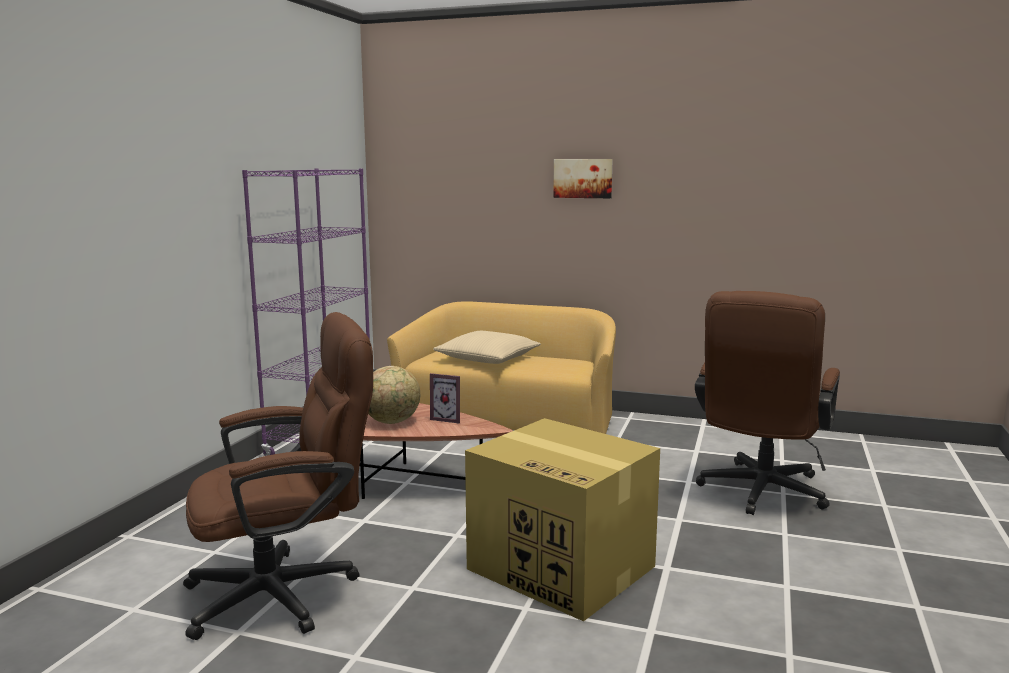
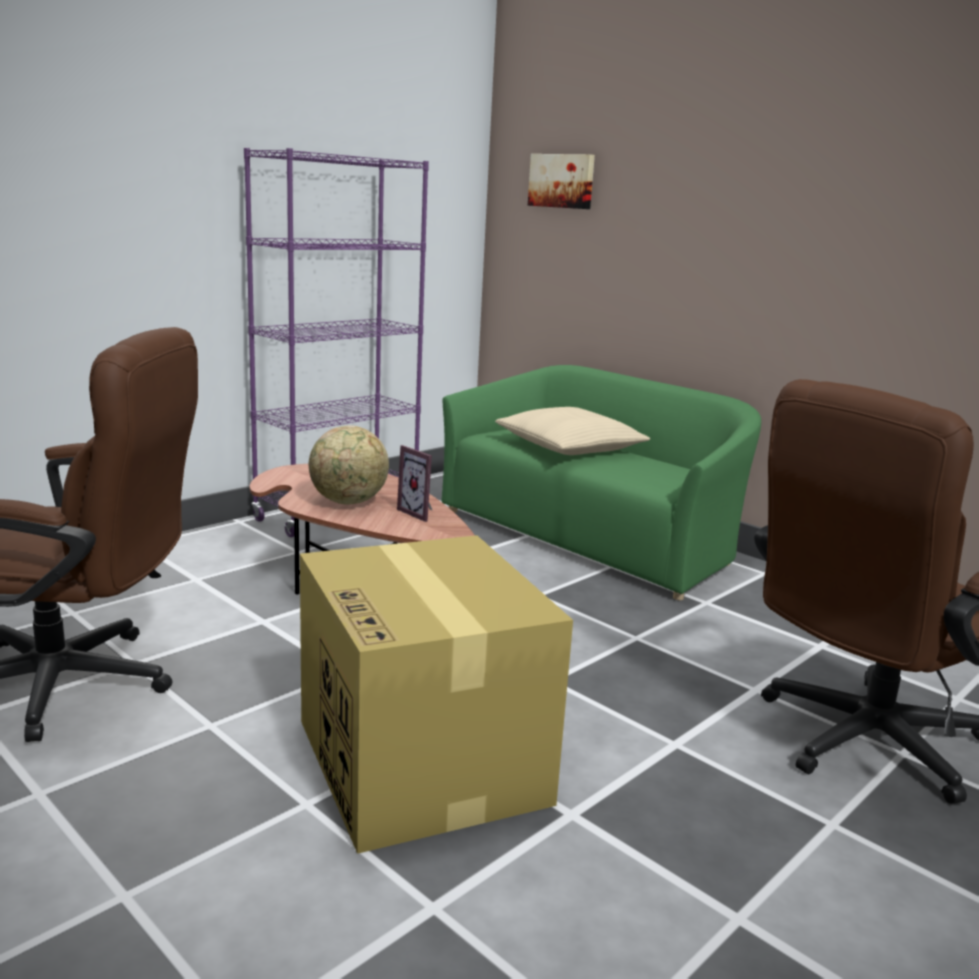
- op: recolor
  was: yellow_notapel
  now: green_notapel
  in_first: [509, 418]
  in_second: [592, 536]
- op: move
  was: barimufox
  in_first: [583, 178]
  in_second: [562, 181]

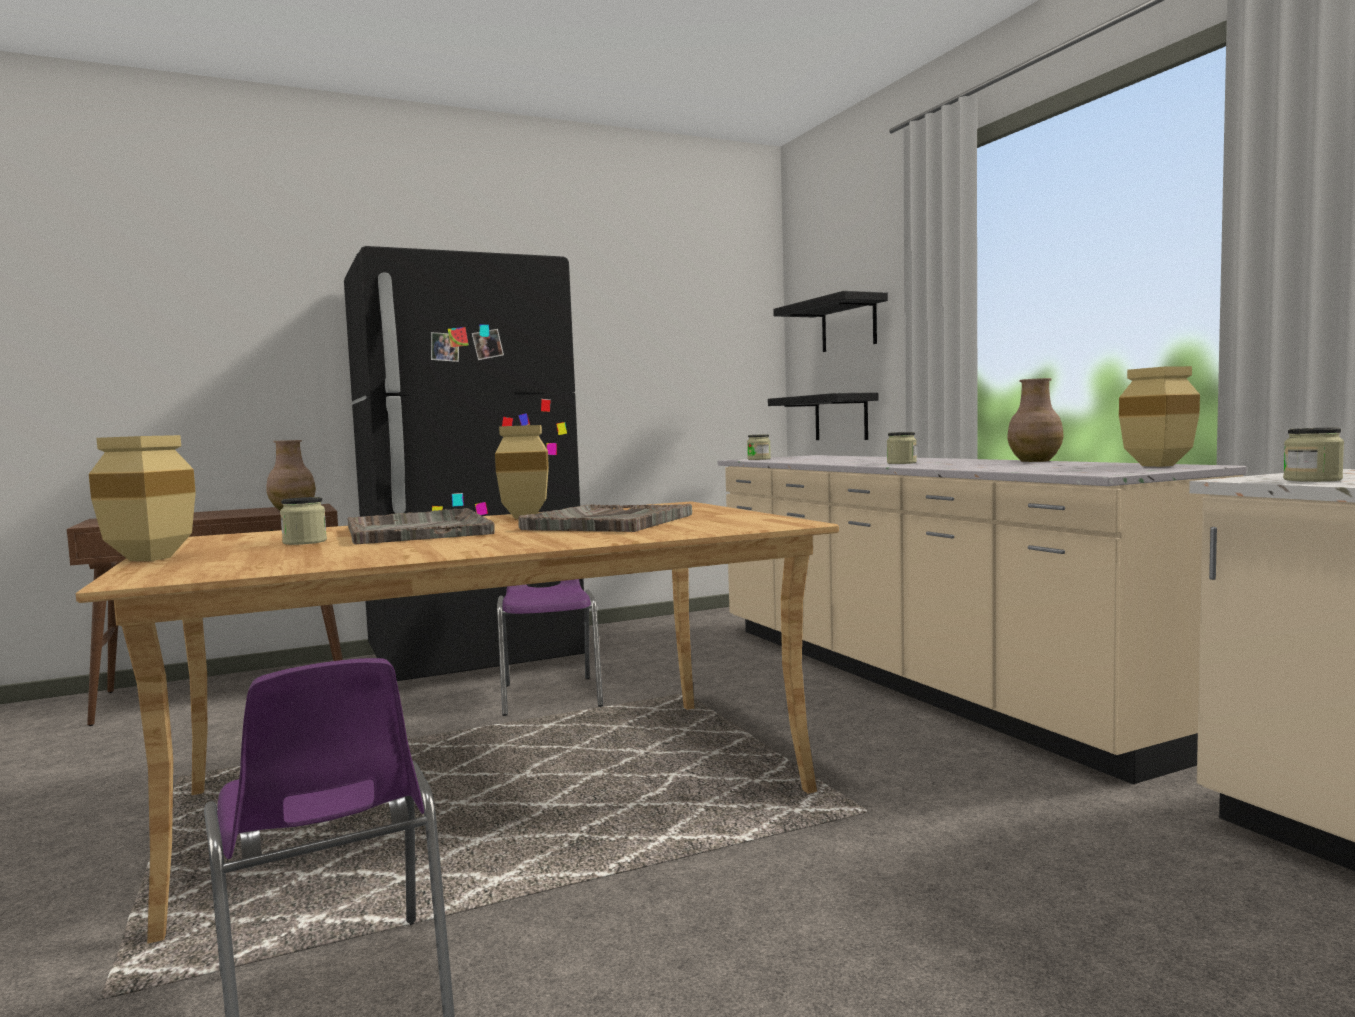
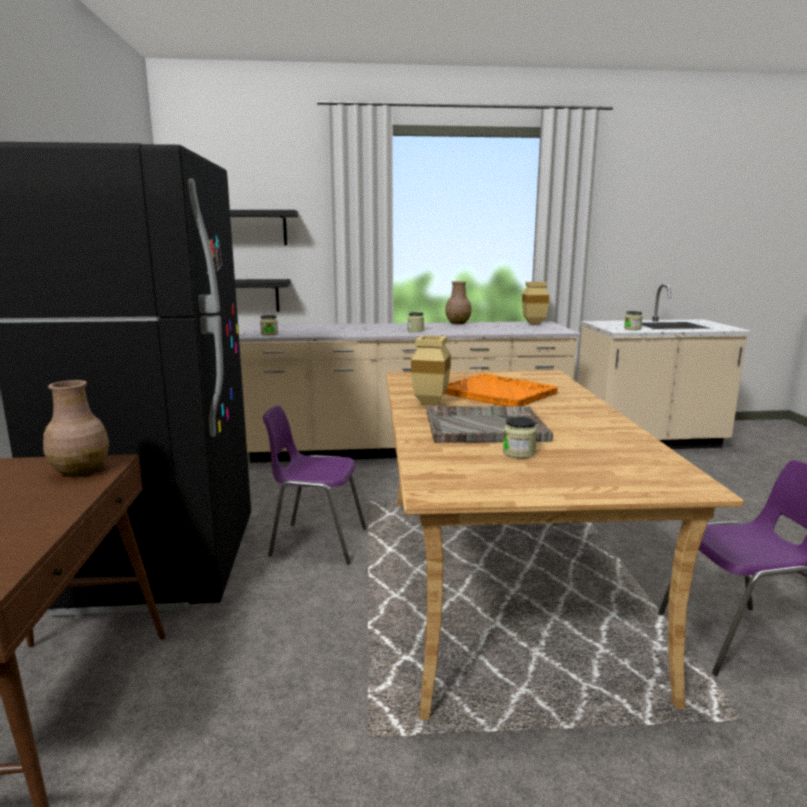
- op: recolor
  was: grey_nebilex
  now: orange_nebilex
  in_first: [608, 522]
  in_second: [498, 393]
- op: delete
  was: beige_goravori
  in_first: [155, 558]

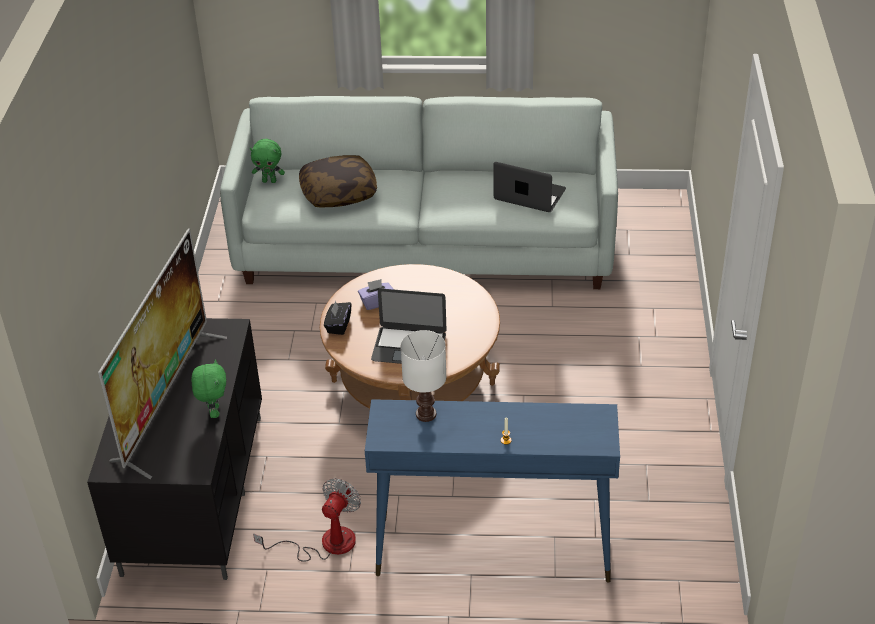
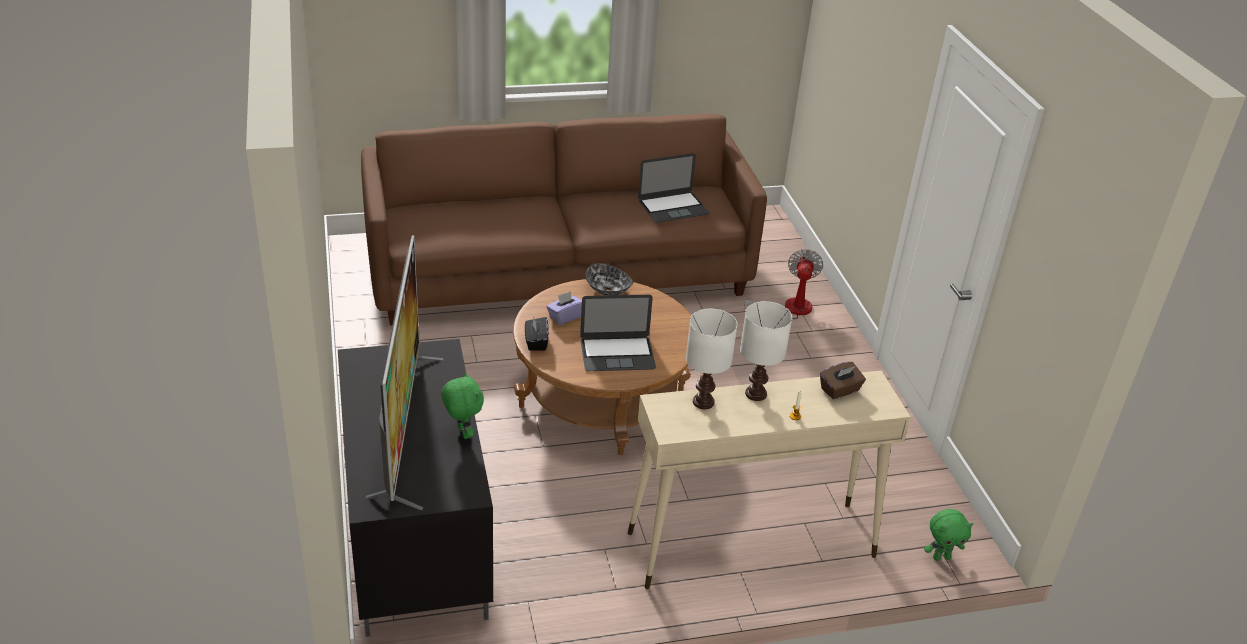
- op: recolor
  was: white_notapel
  now: brown_notapel
  in_first: [425, 244]
  in_second: [559, 272]
- op: insert
  now: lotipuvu
  in_second: [608, 290]
- op: recolor
  was: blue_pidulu
  now: beige_pidulu
  in_first: [491, 550]
  in_second: [750, 545]
- op: rotate
  was: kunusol
  in_first: [529, 195]
  in_second: [673, 207]
  clockwise: 150
- op: insert
  now: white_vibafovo
  in_second: [756, 394]
- op: move
  was: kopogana
  in_first: [325, 543]
  in_second: [789, 309]
- op: insert
  now: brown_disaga
  in_second: [840, 390]
- op: move
  was: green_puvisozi
  in_first: [269, 181]
  in_second: [941, 557]
- op: delete
  was: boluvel
  in_first: [339, 193]

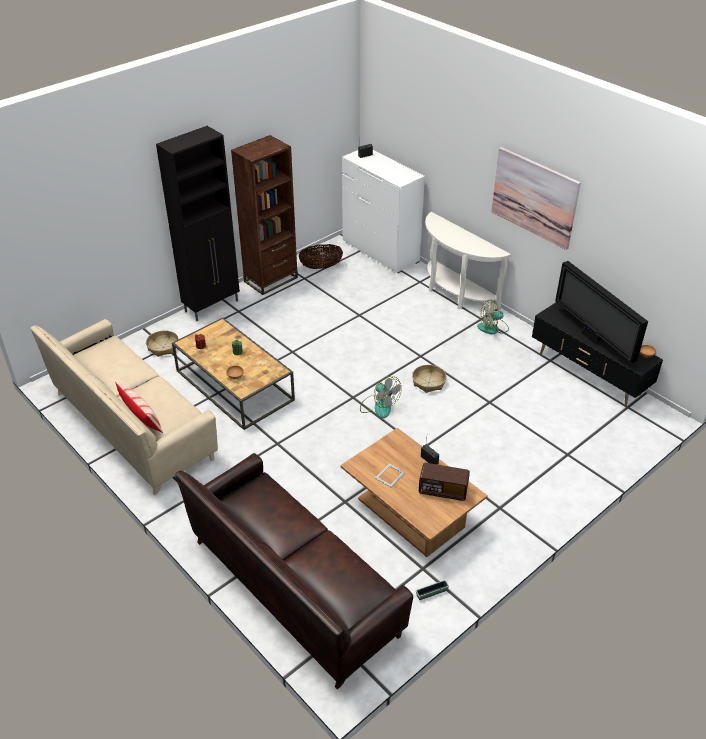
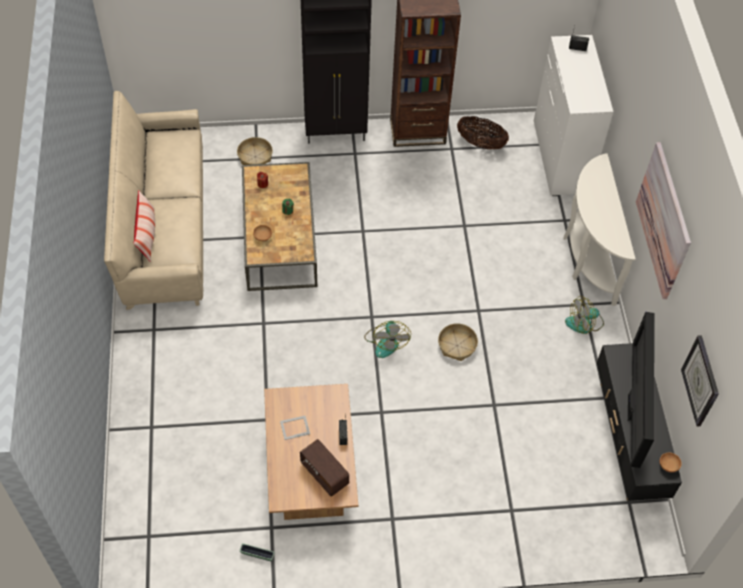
- op: rotate
  was: kopogana
  in_first: [493, 328]
  in_second: [584, 323]
  clockwise: -45
- op: insert
  now: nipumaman
  in_second: [701, 381]
- op: delete
  was: brown_notapel
  in_first: [293, 587]

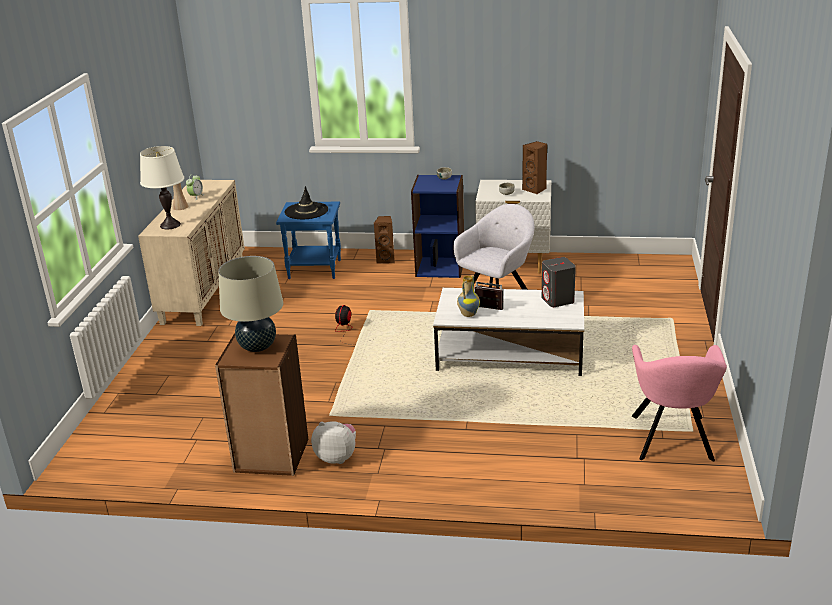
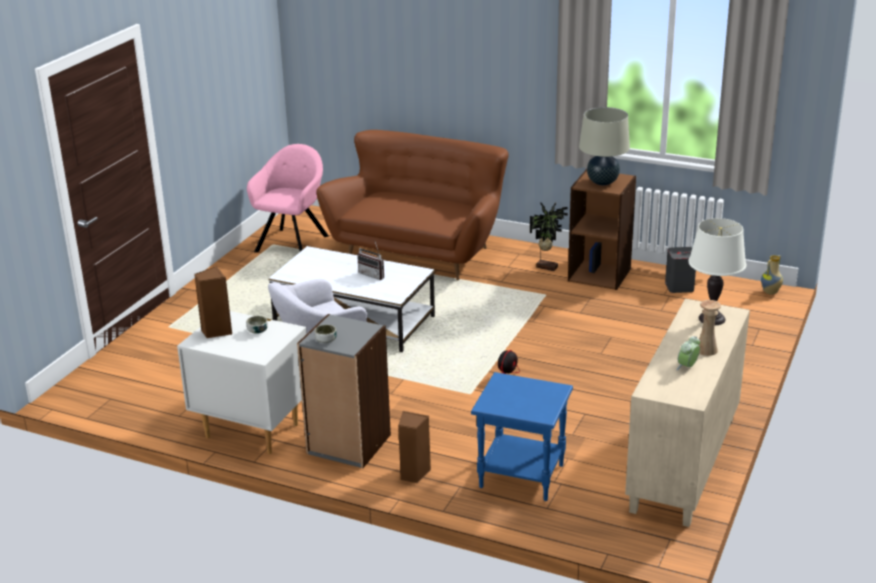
- op: recolor
  was: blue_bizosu
  now: grey_bizosu
  in_first: [440, 267]
  in_second: [348, 444]
- op: insert
  now: brown_notapel
  in_second: [420, 252]
- op: replace
  was: puvisozi
  now: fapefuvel
  in_first: [337, 457]
  in_second: [547, 266]
- op: move
  was: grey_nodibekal
  in_first: [558, 300]
  in_second: [679, 287]
- op: move
  was: goravori
  in_first: [468, 314]
  in_second: [771, 292]
- op: delete
  was: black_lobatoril
  in_first: [306, 211]

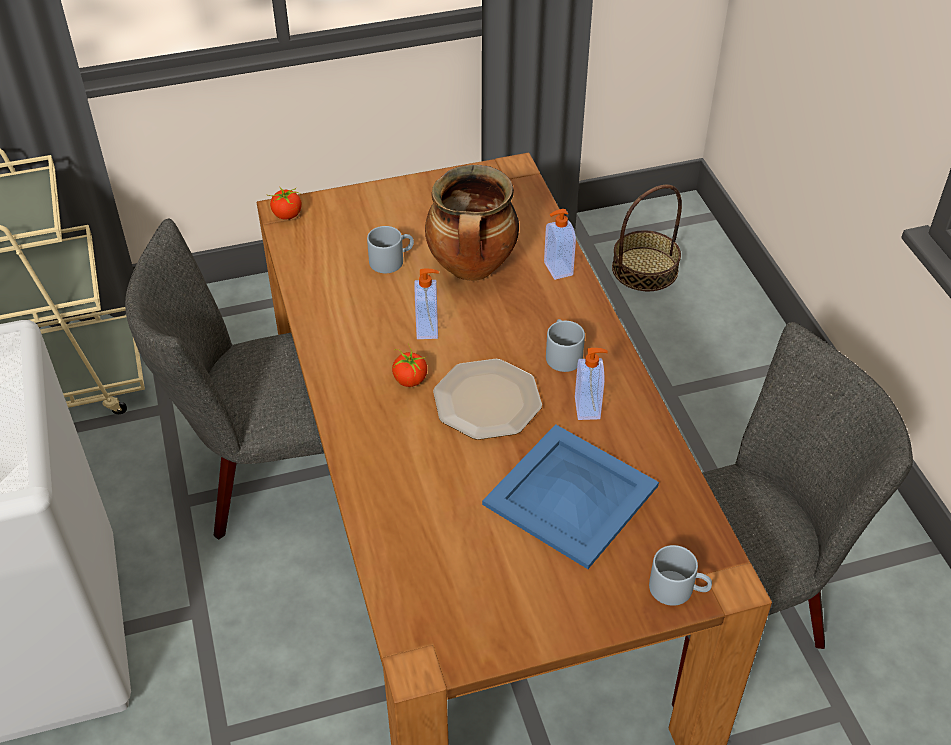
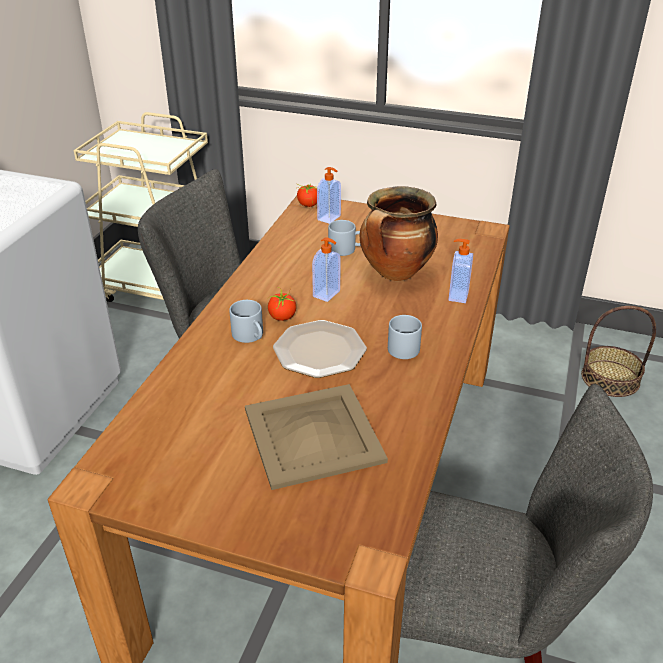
- op: move
  was: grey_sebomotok
  in_first: [678, 588]
  in_second: [251, 336]
- op: recolor
  was: blue_nebilex
  now: beige_nebilex
  in_first: [570, 494]
  in_second: [314, 434]
- op: move
  was: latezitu
  in_first: [588, 408]
  in_second: [329, 218]

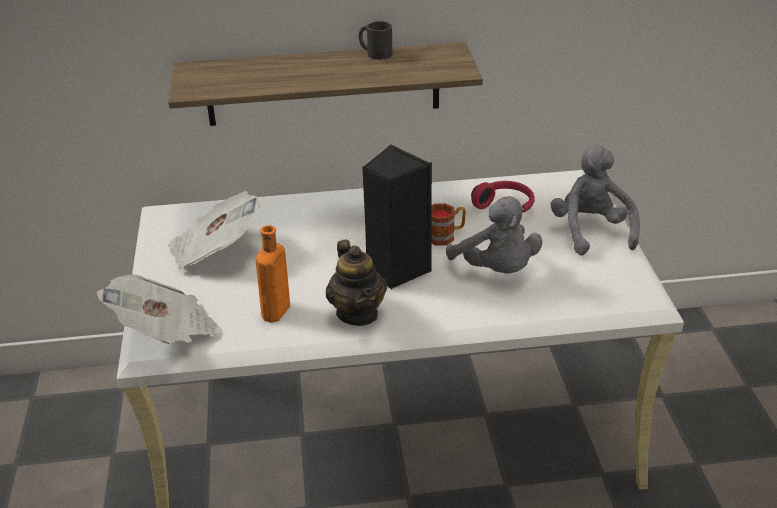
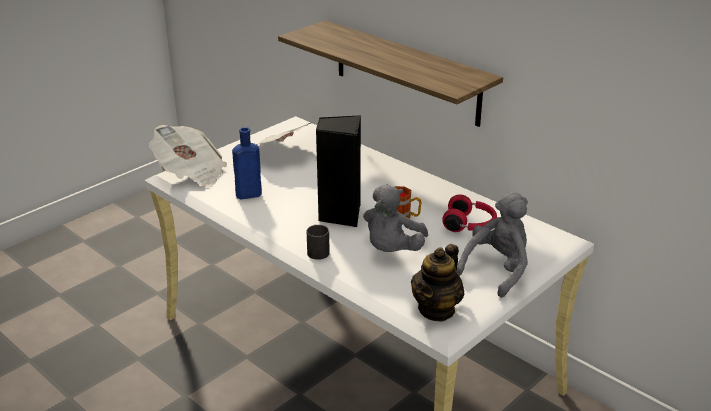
- op: recolor
  was: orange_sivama
  now: blue_sivama
  in_first: [275, 313]
  in_second: [246, 195]
- op: move
  was: black_sebomotok
  in_first: [375, 53]
  in_second: [317, 250]
- op: move
  was: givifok
  in_first: [358, 313]
  in_second: [436, 309]

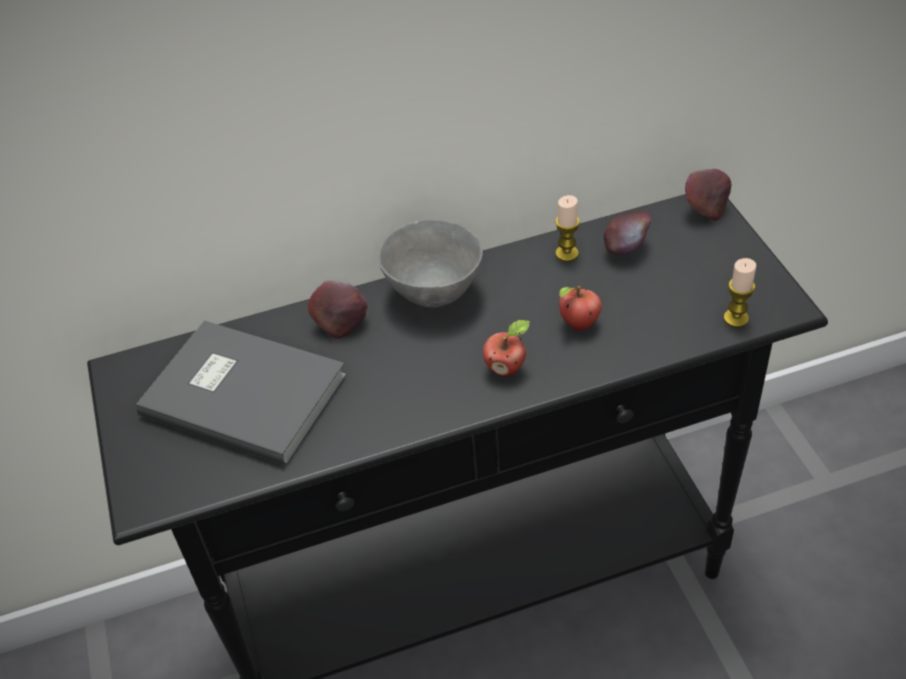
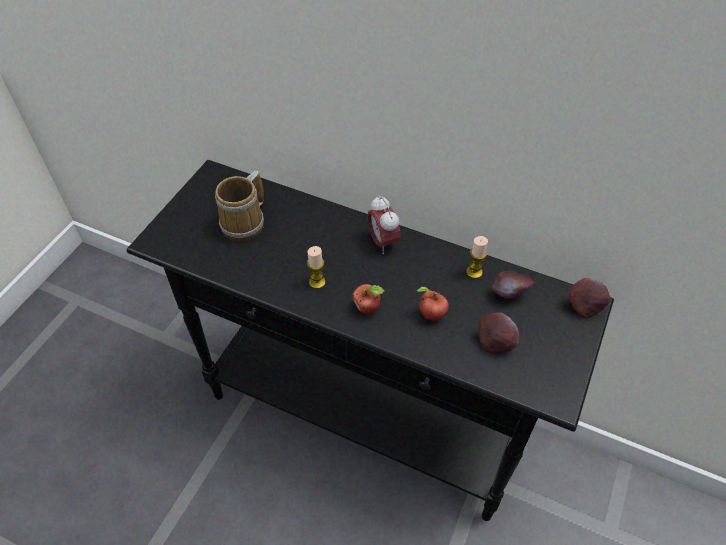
- op: replace
  was: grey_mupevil
  now: sebomotok
  in_first: [244, 391]
  in_second: [246, 223]
- op: move
  was: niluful
  in_first: [736, 318]
  in_second: [317, 282]
- op: replace
  was: grey_lotipuvu
  now: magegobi
  in_first: [435, 293]
  in_second: [383, 242]
- op: move
  was: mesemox
  in_first: [342, 323]
  in_second: [496, 342]

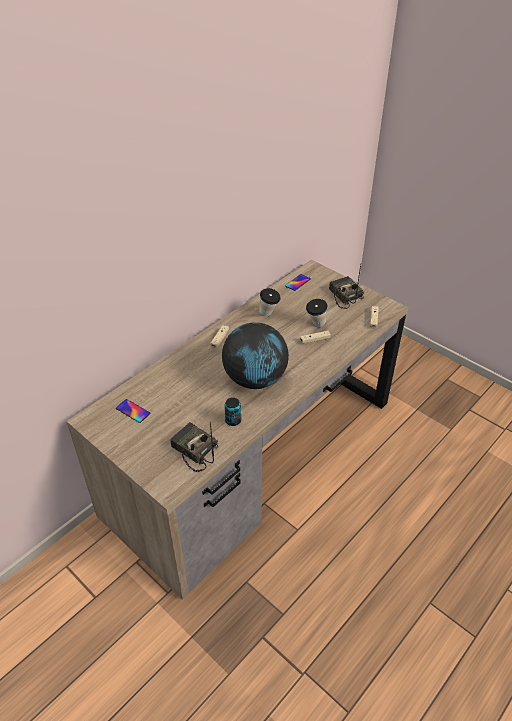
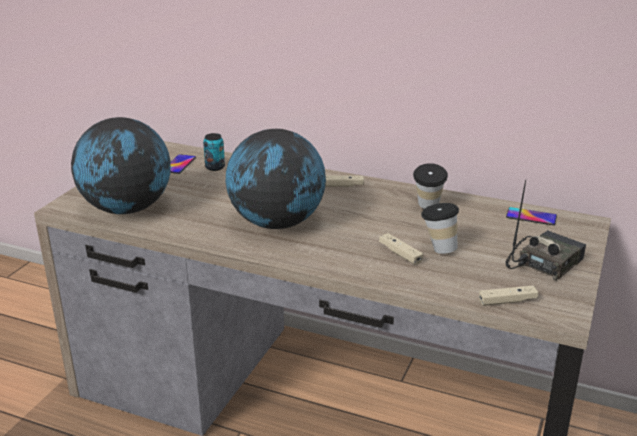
- op: replace
  was: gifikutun
  now: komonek
  in_first: [193, 450]
  in_second: [128, 209]
- op: move
  was: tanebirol
  in_first: [233, 420]
  in_second: [215, 167]

